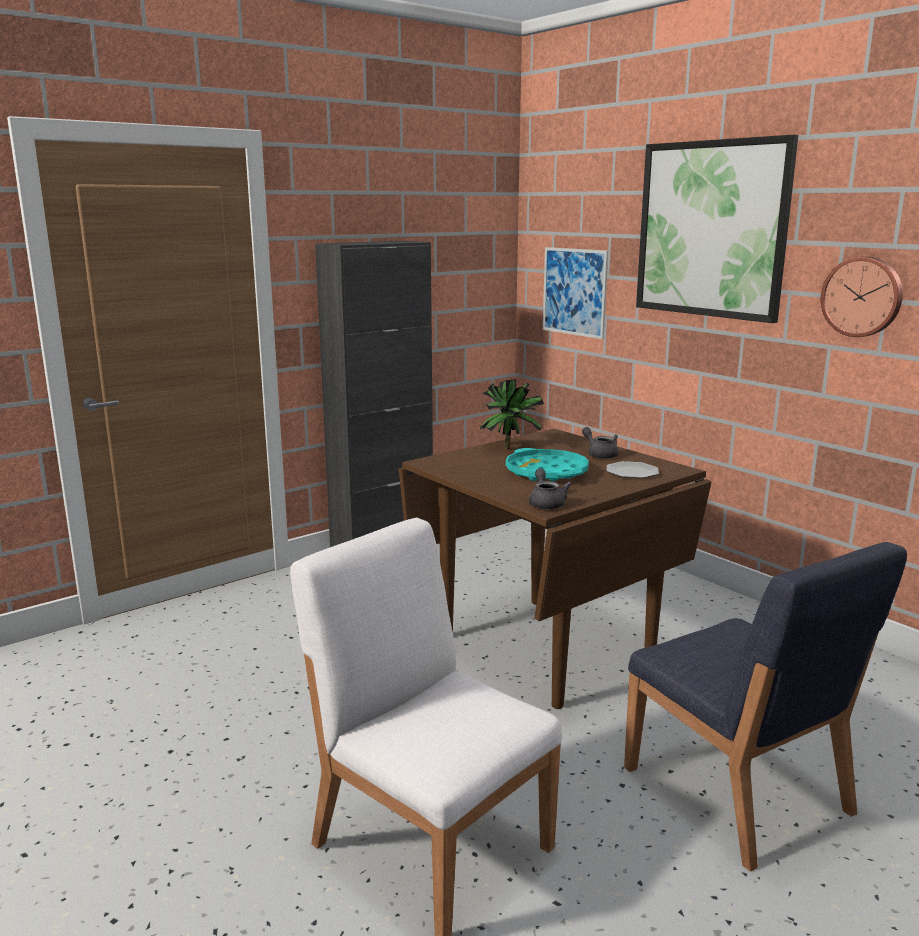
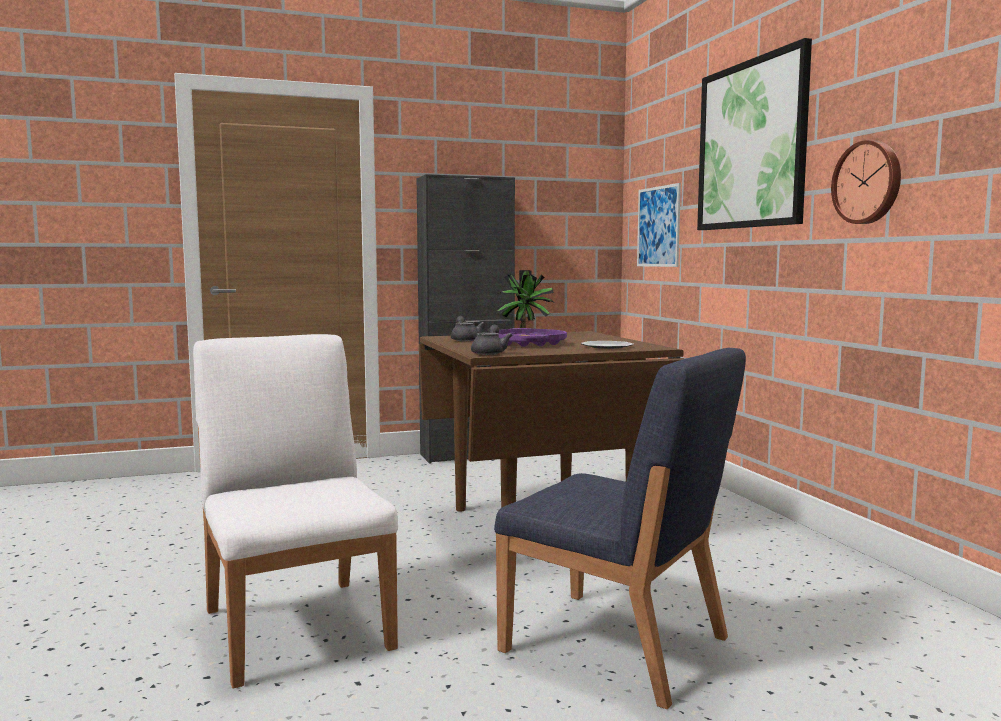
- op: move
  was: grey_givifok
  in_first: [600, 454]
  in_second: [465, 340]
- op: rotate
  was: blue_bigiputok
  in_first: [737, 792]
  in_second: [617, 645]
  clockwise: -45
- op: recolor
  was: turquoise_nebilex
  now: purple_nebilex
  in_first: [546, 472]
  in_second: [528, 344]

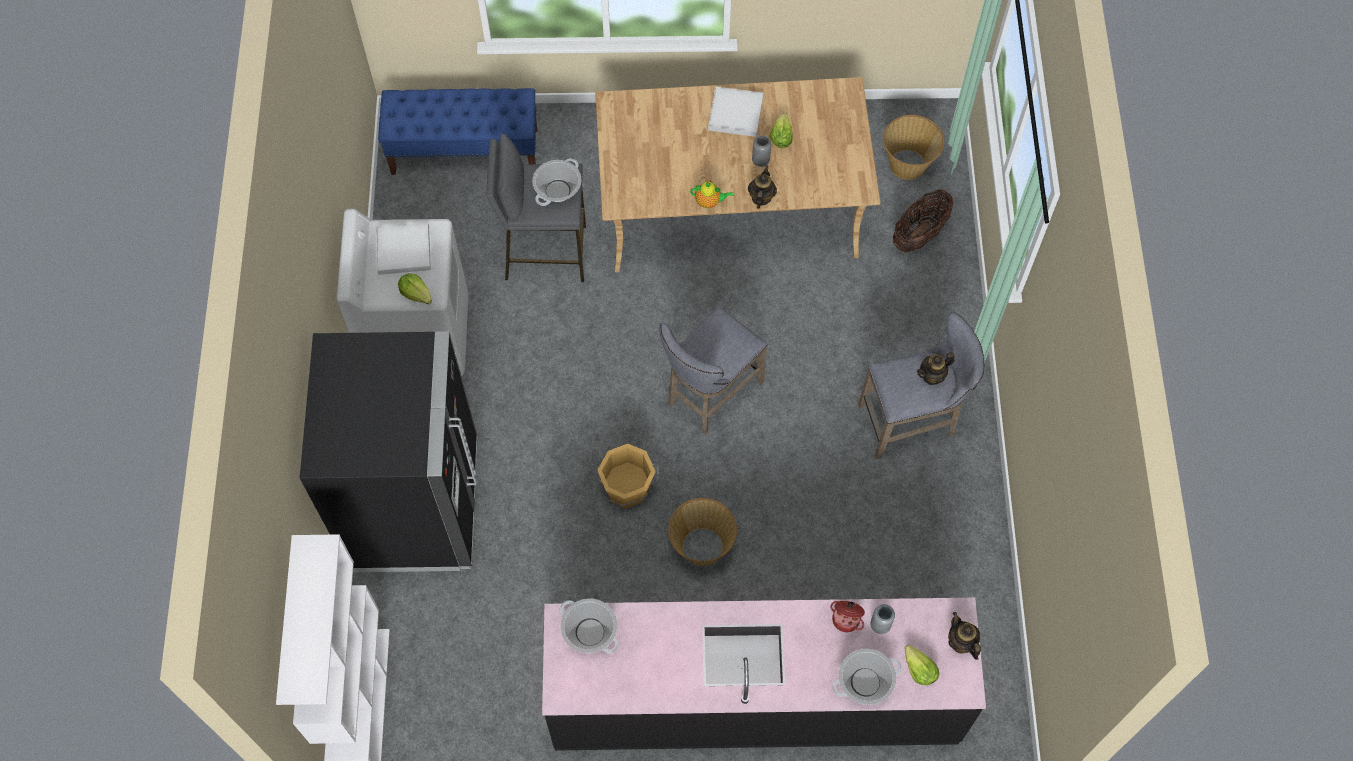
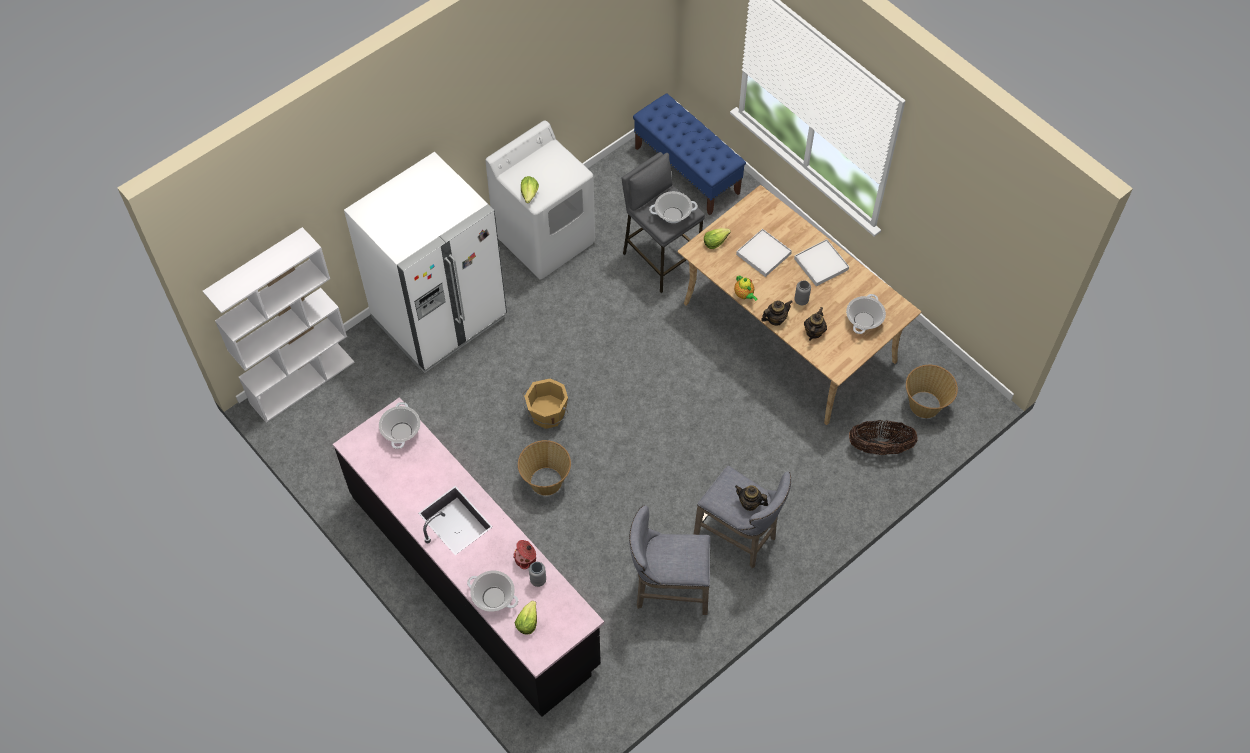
- op: recolor
  was: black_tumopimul
  now: white_tumopimul
  in_first: [416, 505]
  in_second: [439, 318]
- op: move
  was: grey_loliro
  in_first: [709, 395]
  in_second: [667, 589]
- op: move
  was: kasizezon
  in_first: [781, 137]
  in_second: [715, 241]
- op: move
  was: white_nebilex
  in_first: [404, 250]
  in_second: [763, 254]
- op: move
  was: givifok
  in_first: [961, 642]
  in_second: [813, 332]
- op: insert
  now: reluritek
  in_second: [864, 321]

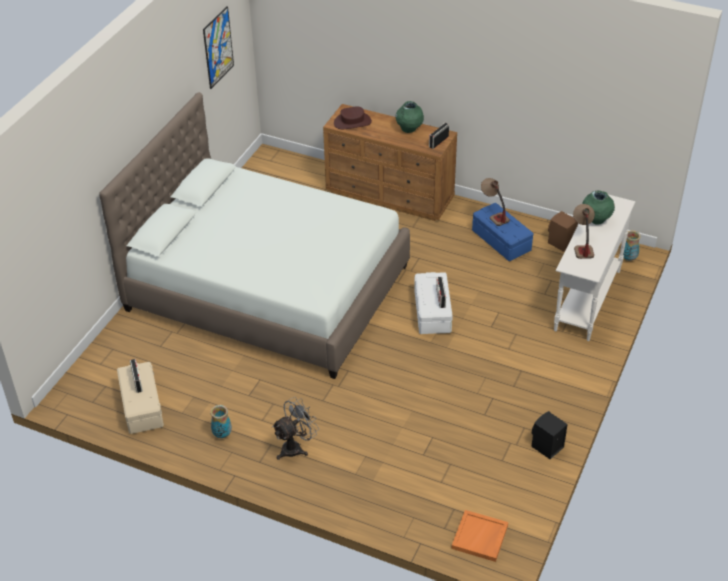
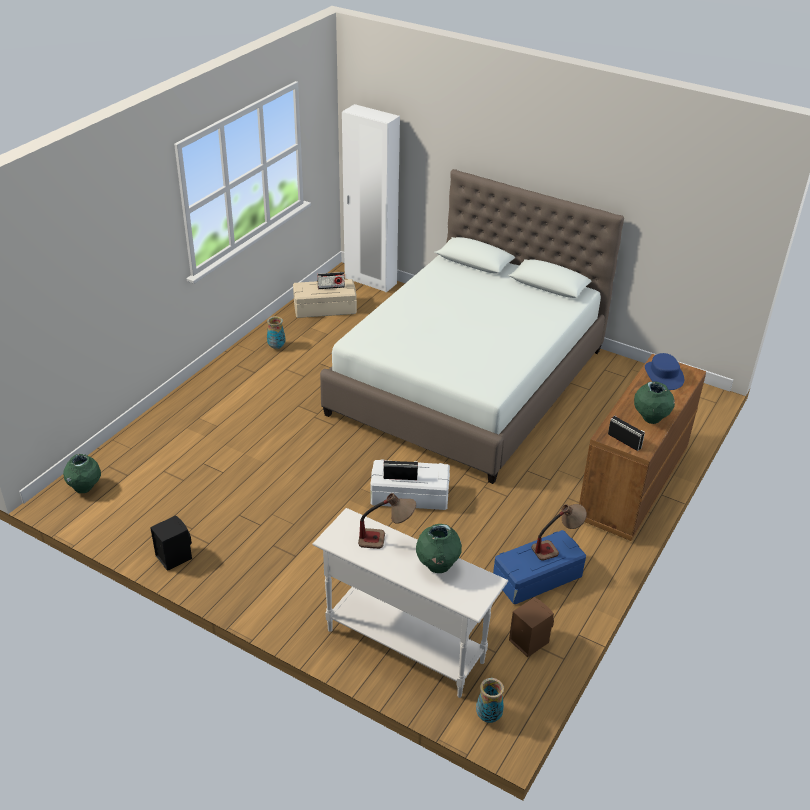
- op: replace
  was: orange_nebilex
  now: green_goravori
  in_first: [480, 537]
  in_second: [85, 488]
- op: insert
  now: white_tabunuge
  in_second: [370, 281]
- op: recolor
  was: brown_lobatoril
  now: blue_lobatoril
  in_first: [352, 122]
  in_second: [663, 375]
- op: delete
  was: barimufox
  in_first: [218, 47]
- op: delete
  was: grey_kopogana
  in_first: [295, 447]

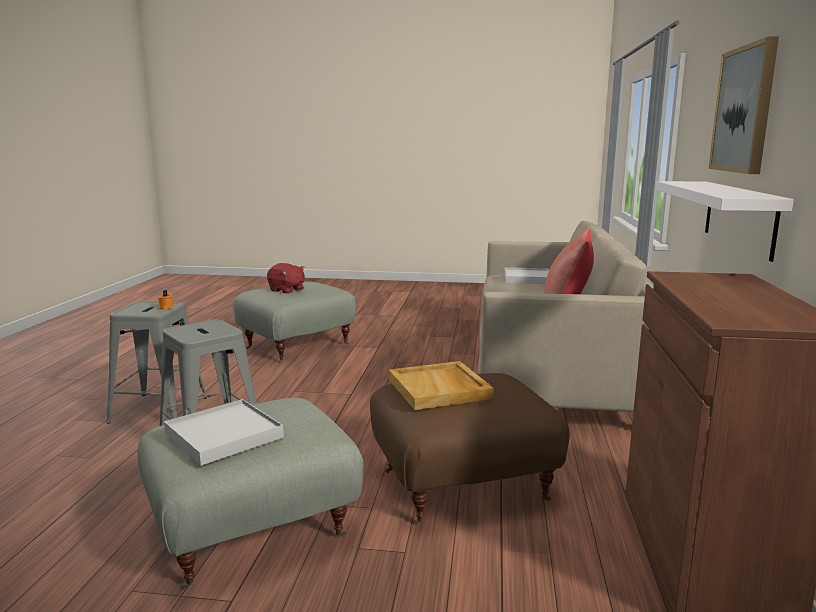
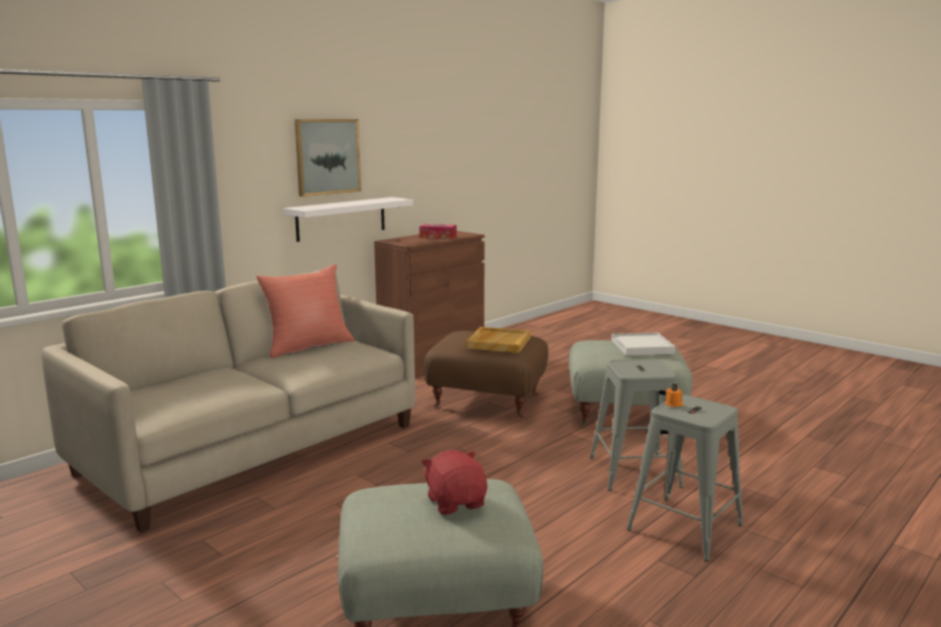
- op: insert
  now: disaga
  in_second: [438, 236]
- op: delete
  was: white_nebilex
  in_first: [527, 278]

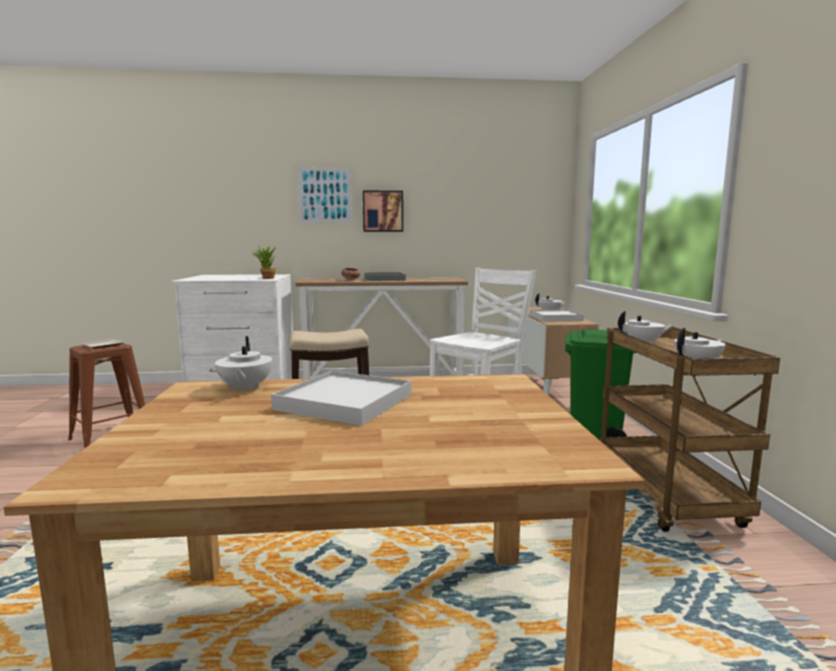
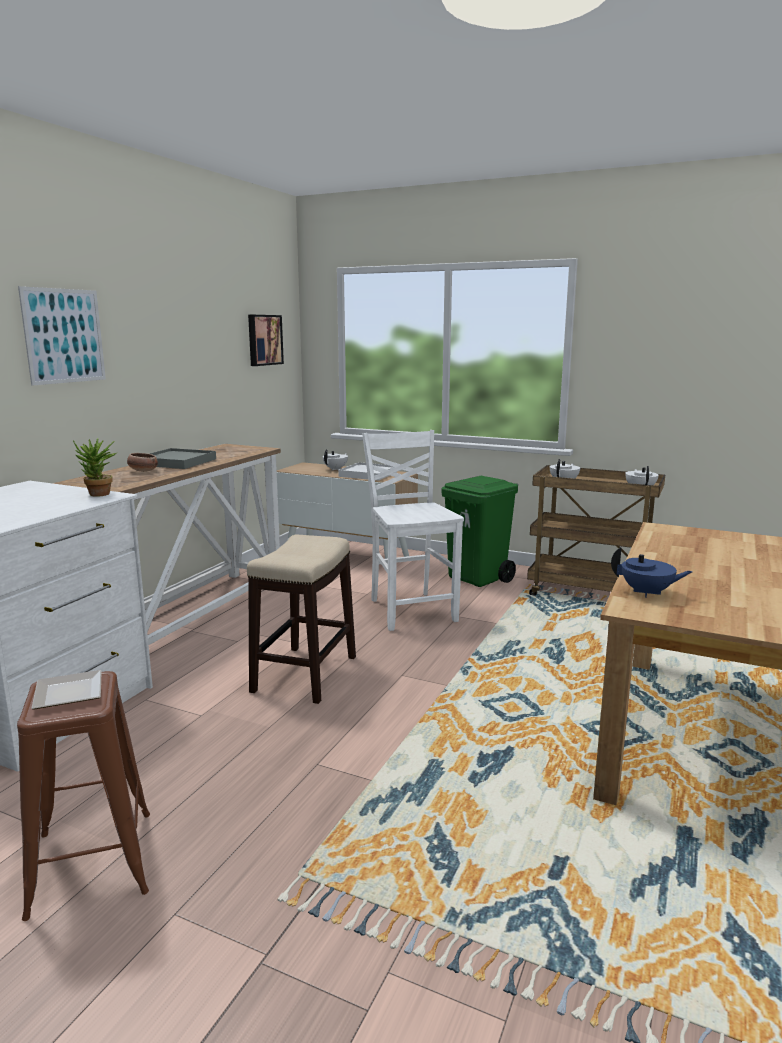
- op: move
  was: barimufox
  in_first: [383, 211]
  in_second: [264, 340]
- op: recolor
  was: white_givifok
  now: blue_givifok
  in_first: [244, 388]
  in_second: [647, 593]
- op: delete
  was: white_nebilex
  in_first: [344, 402]

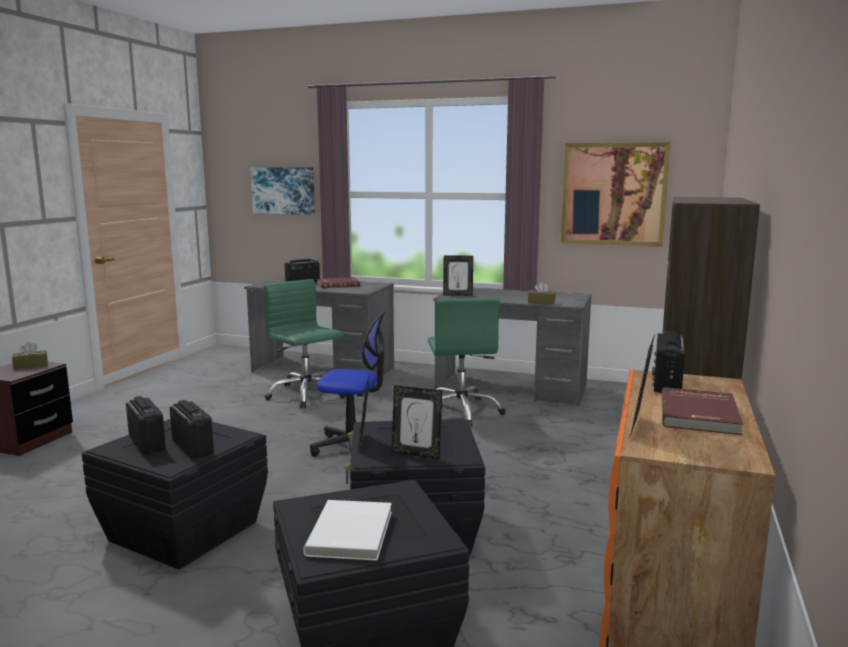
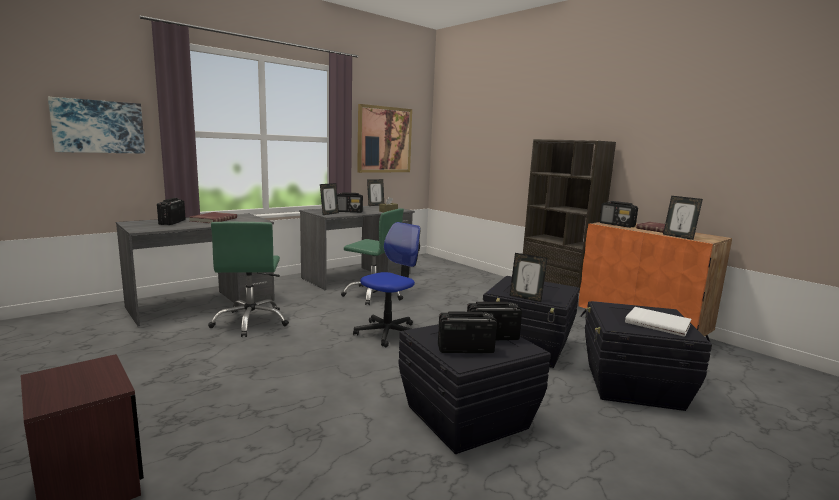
- op: rotate
  was: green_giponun
  in_first: [306, 395]
  in_second: [251, 322]
  clockwise: -90
- op: insert
  now: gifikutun
  in_second: [349, 211]
- op: move
  was: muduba
  in_first: [416, 454]
  in_second: [375, 205]
- op: delete
  was: brown_disaga
  in_first: [31, 365]

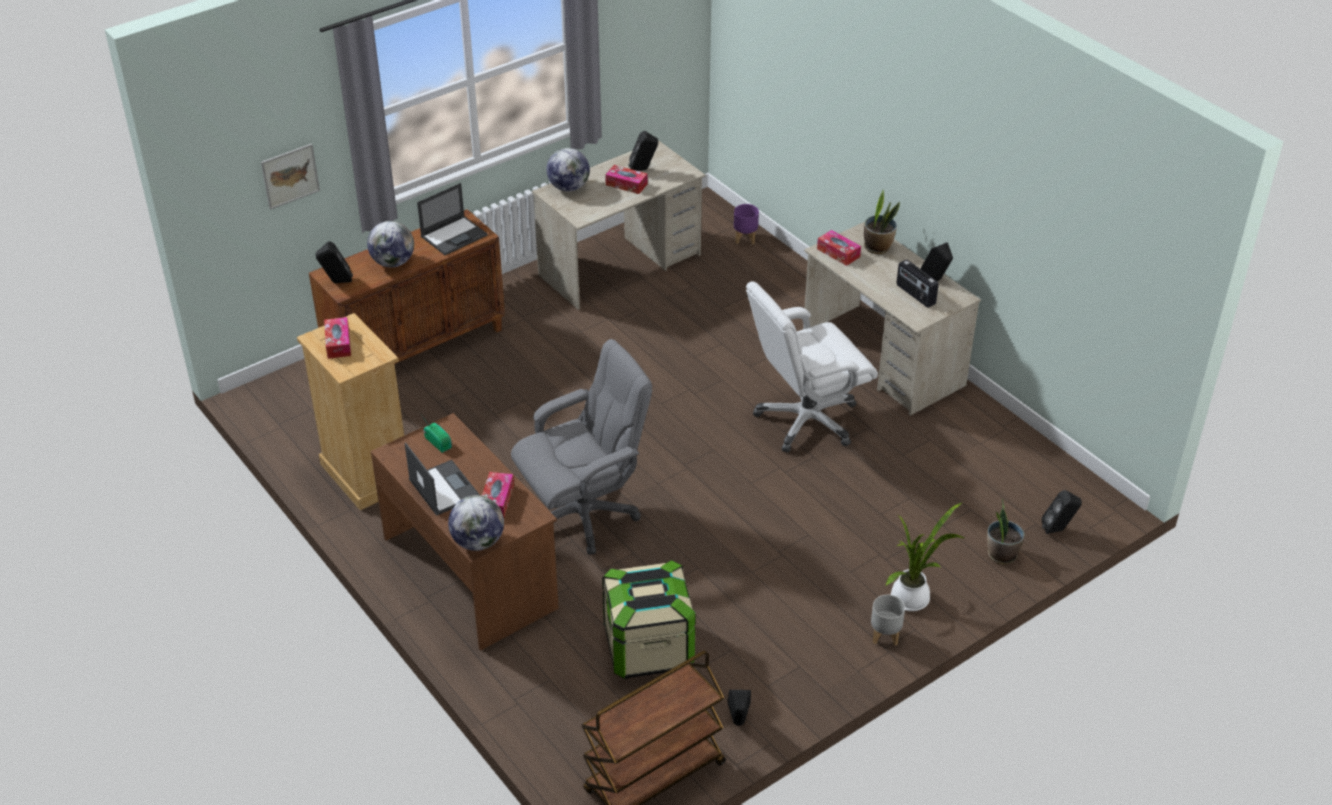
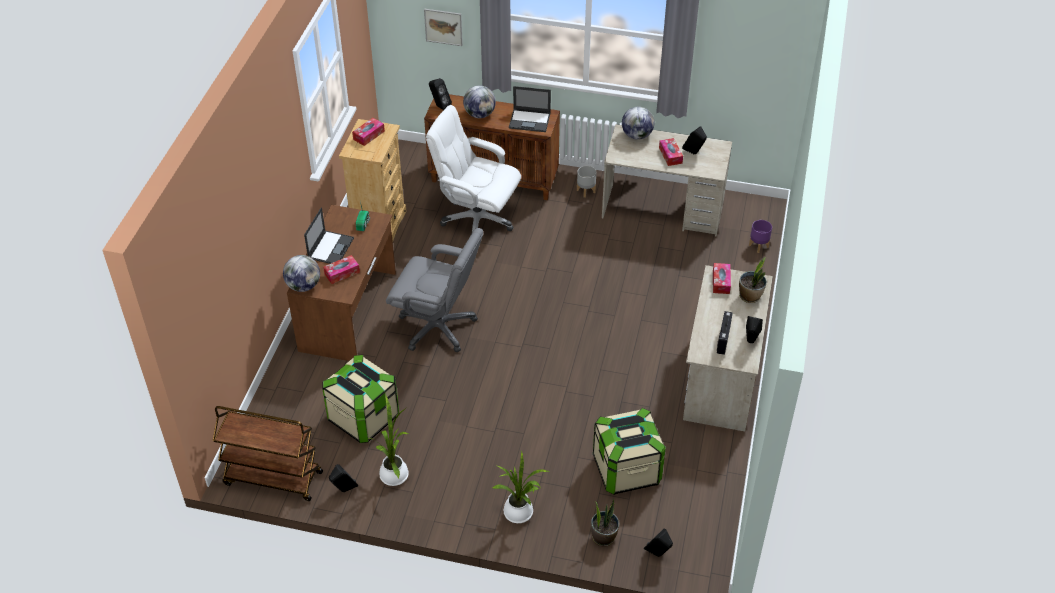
- op: insert
  now: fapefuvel
  in_second: [394, 473]
- op: move
  was: white_giponun
  in_first: [806, 420]
  in_second: [476, 219]
- op: move
  was: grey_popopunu
  in_first: [885, 636]
  in_second: [585, 191]
- op: insert
  now: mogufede
  in_second: [626, 470]

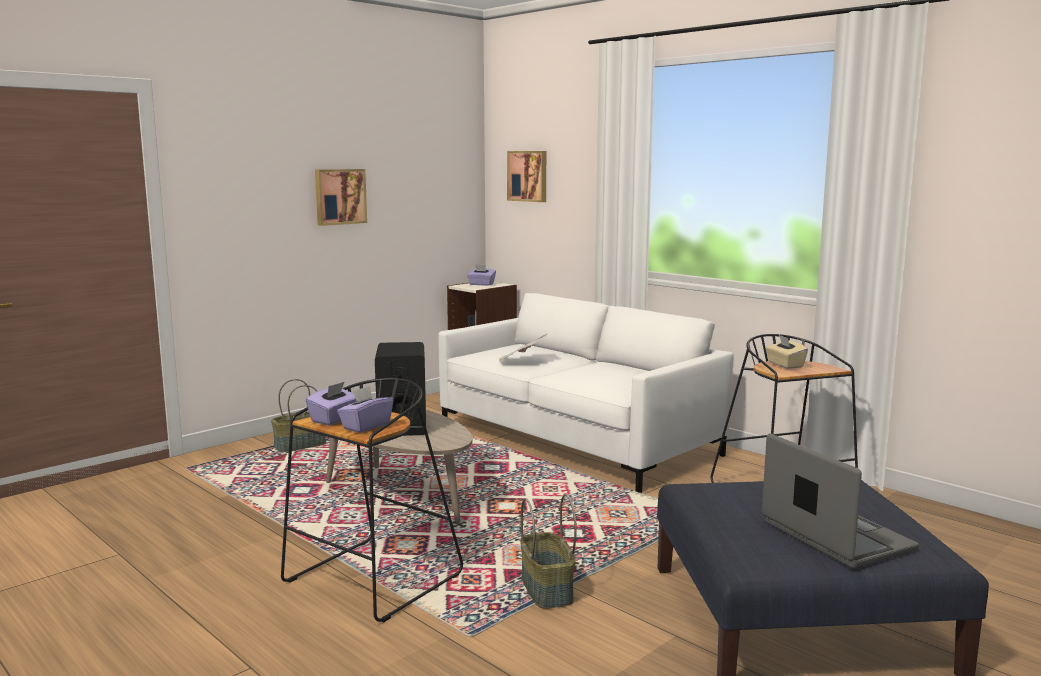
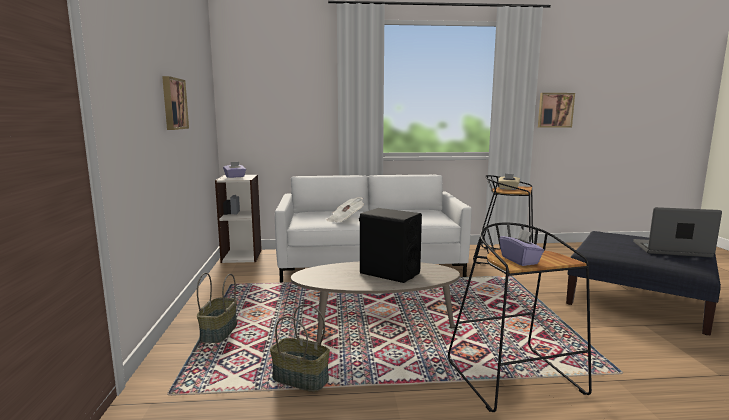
- op: move
  was: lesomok
  in_first: [545, 589]
  in_second: [299, 379]
- op: move
  was: barimufox
  in_first: [528, 176]
  in_second: [555, 110]
- op: delete
  was: purple_disaga
  in_first: [366, 426]

